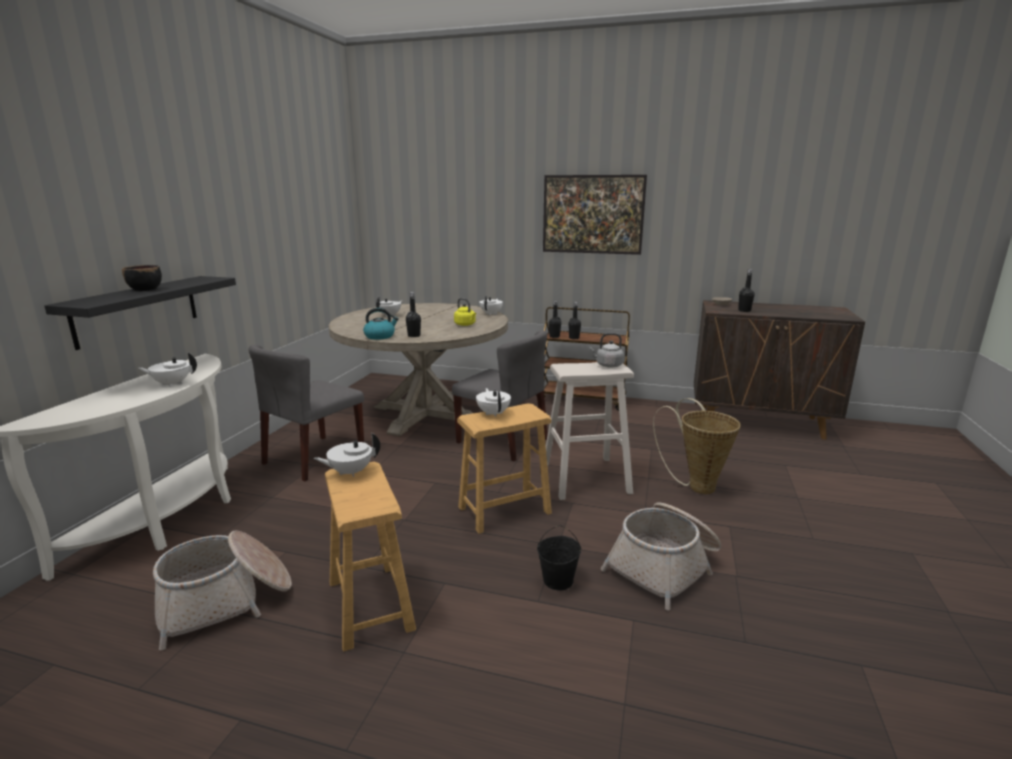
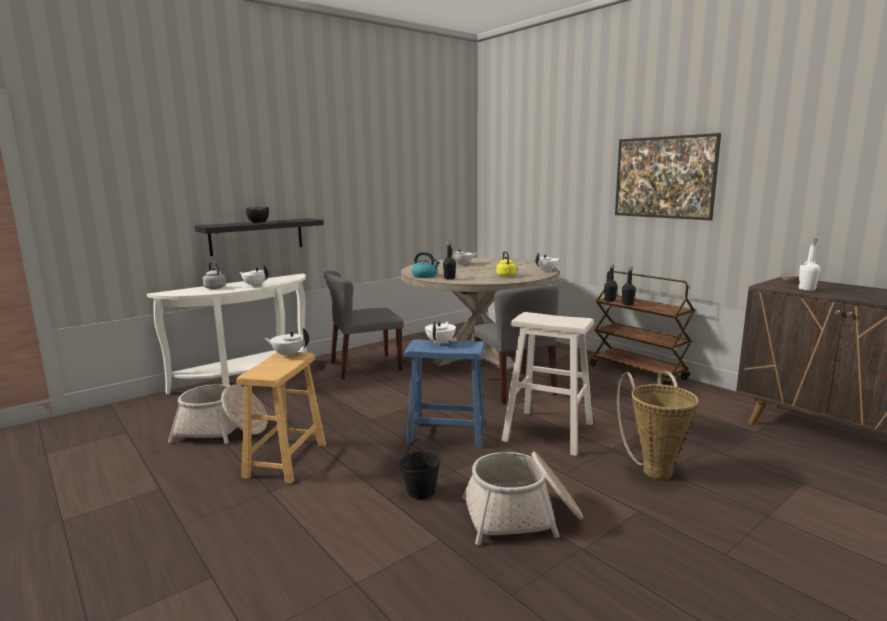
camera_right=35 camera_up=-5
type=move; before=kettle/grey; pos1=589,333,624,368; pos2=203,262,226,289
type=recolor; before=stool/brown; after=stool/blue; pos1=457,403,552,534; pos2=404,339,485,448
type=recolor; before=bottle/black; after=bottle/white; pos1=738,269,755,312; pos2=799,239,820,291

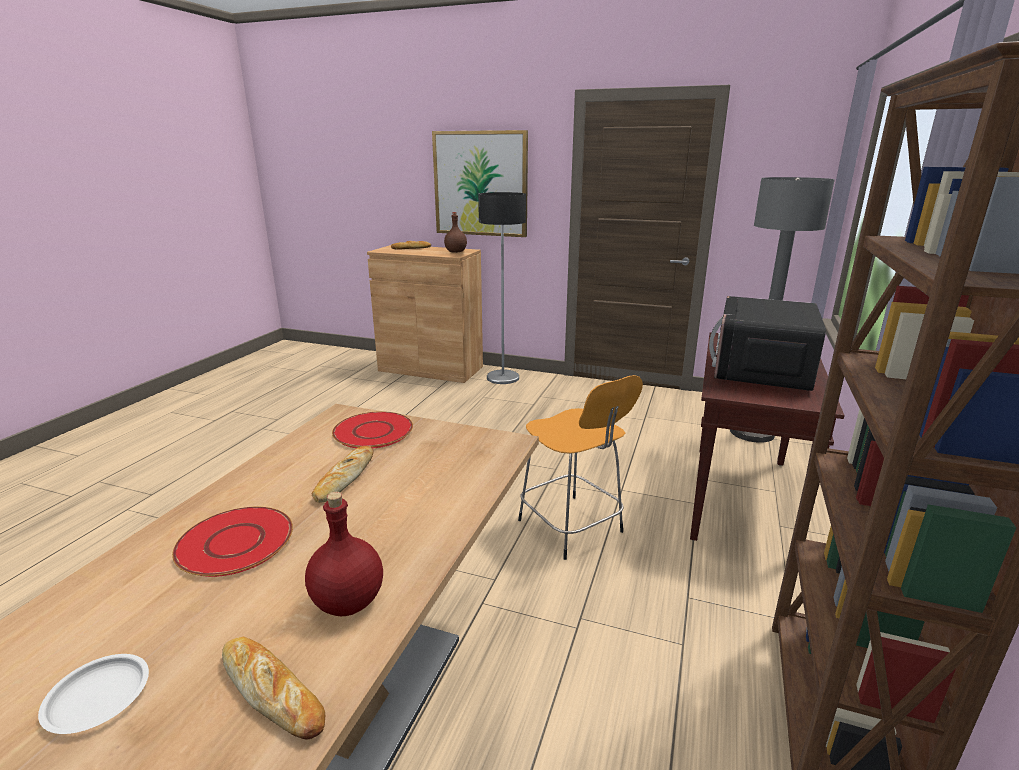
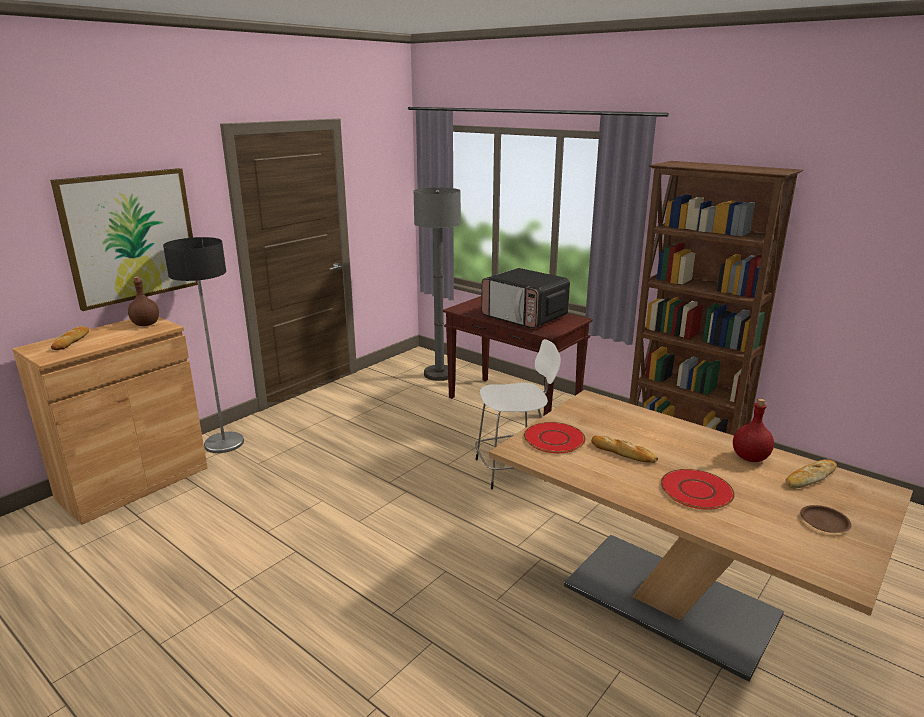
camera_right=-70 camera_up=0
type=recolor; before=stool/orange; after=stool/white; pos1=518,375,643,560; pos2=475,339,561,489
type=recolor; before=plate/white; after=plate/brown; pos1=38,654,149,734; pos2=800,505,851,533

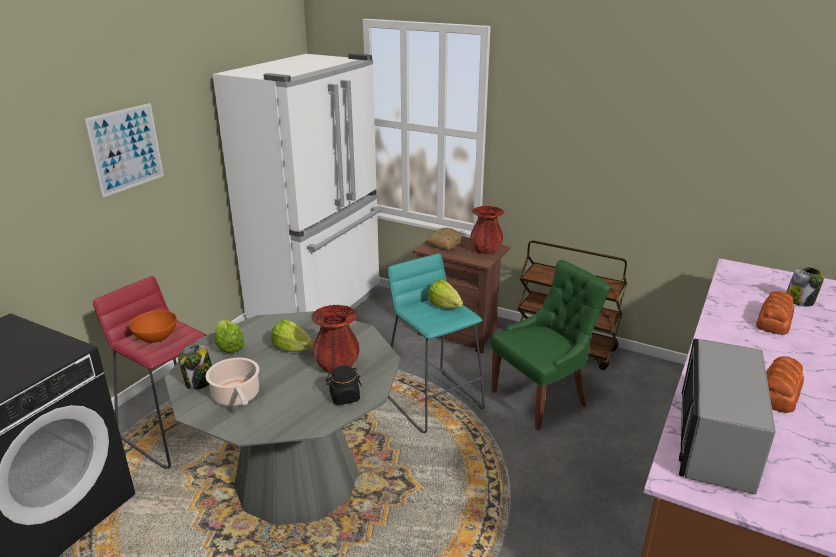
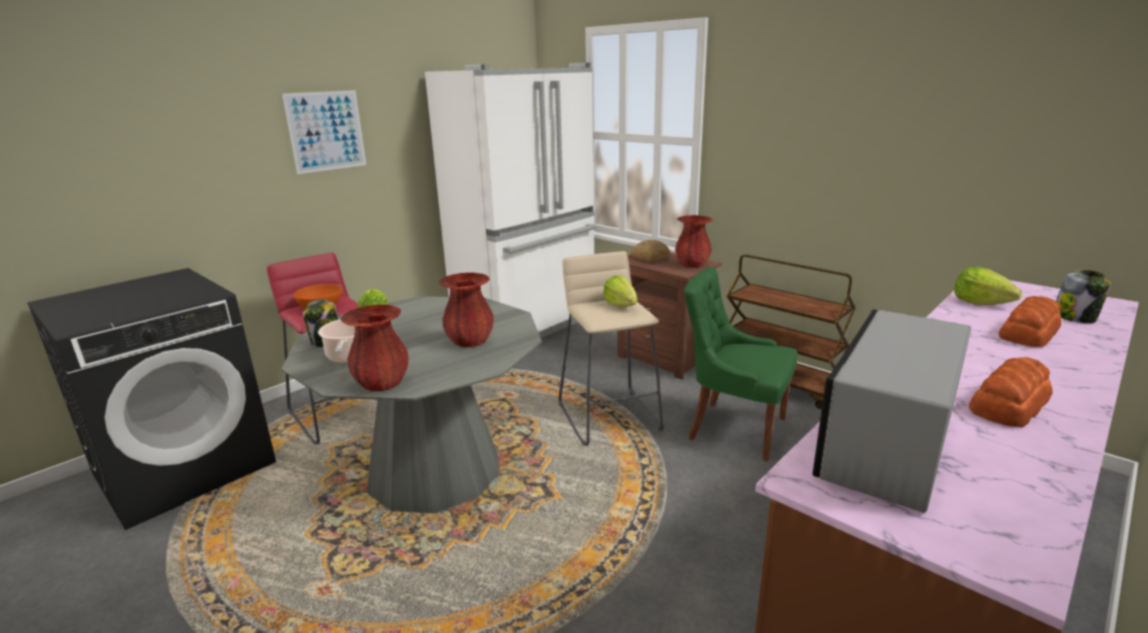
camera_right=15 camera_up=-5
type=insert; after=vase/red; pos2=340,305,409,391
type=recolor; before=stool/turquoise; after=stool/beige; pos1=388,254,485,433; pos2=559,251,663,446
type=rotate; before=chair/green; pos1=491,260,611,431; pos2=684,267,798,462; turn=-135
type=move; before=lettuce; pos1=271,320,314,352; pos2=954,267,1022,305
type=delete; before=jar/black; pos1=325,366,362,405

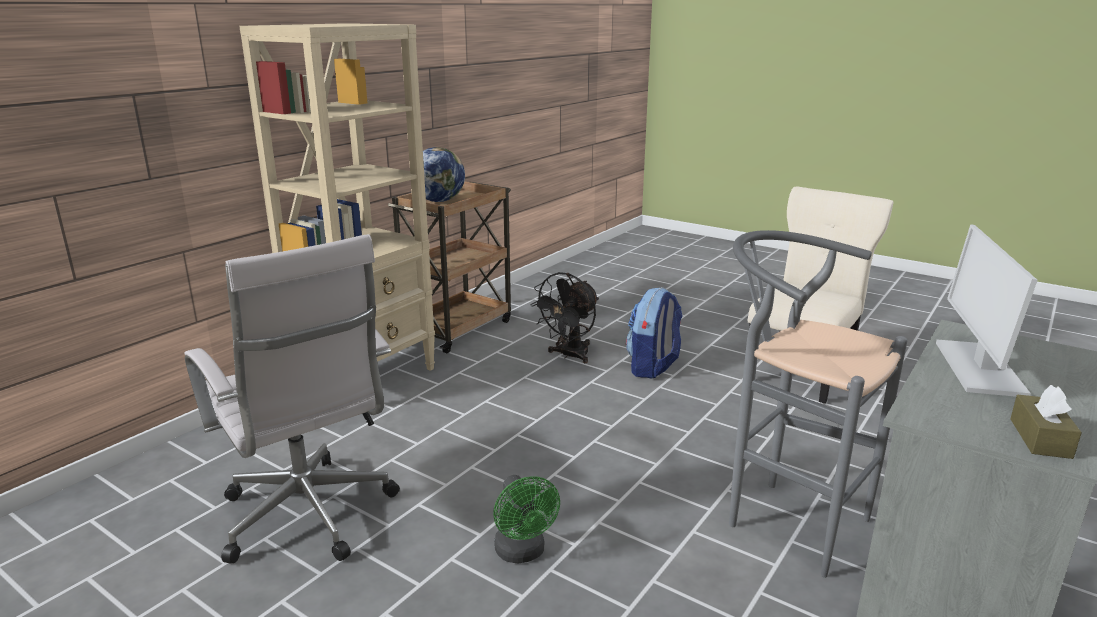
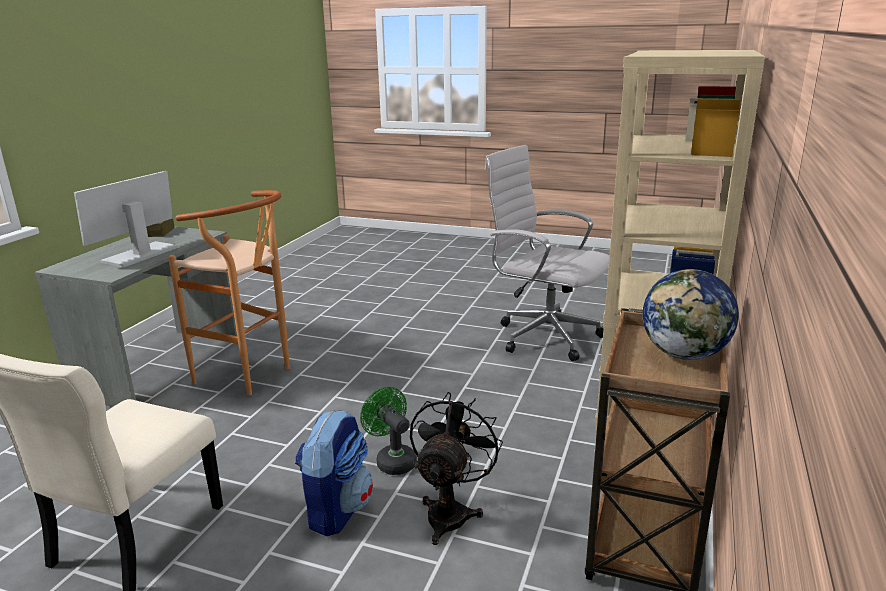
camera_right=165 camera_up=0
type=rotate; before=monitor; pos1=936,224,1038,397; pos2=74,171,179,267; turn=-150
type=recolor; before=stool/grey; after=stool/brown; pos1=729,230,907,578; pos2=168,190,290,396
type=move; before=fan/green; pos1=493,475,560,563; pos2=360,387,417,475

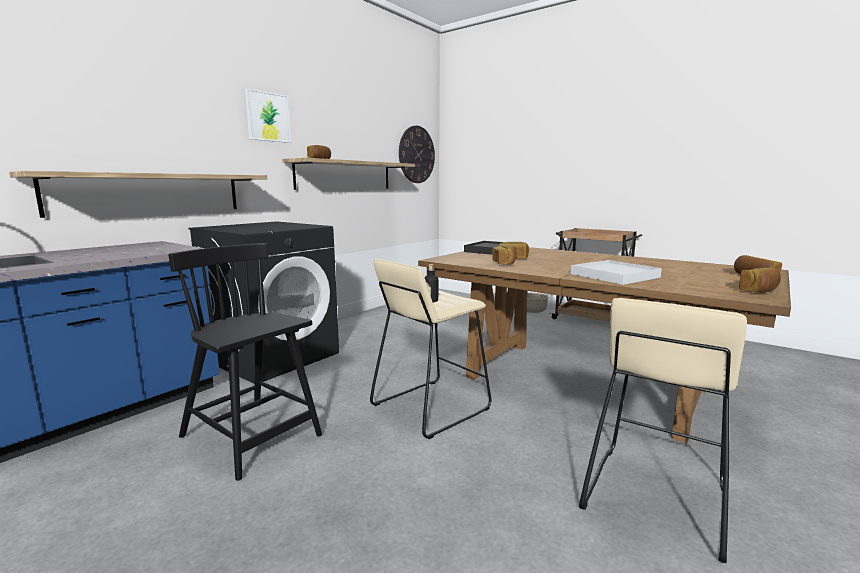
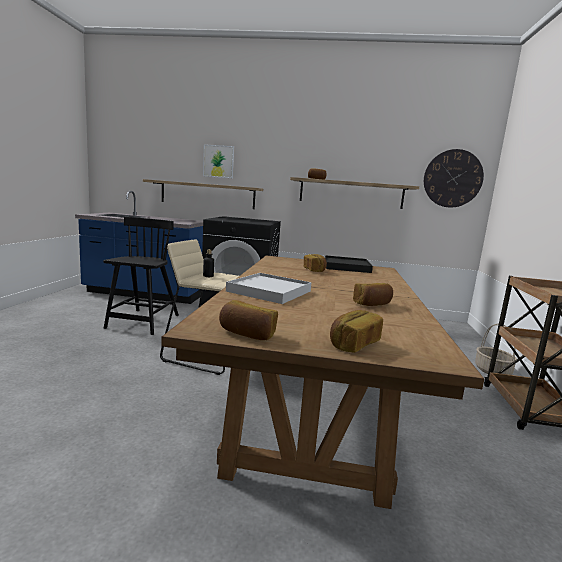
camera_right=60 camera_up=0
type=move; before=picture; pos1=245,88,291,143; pos2=203,144,234,178
type=move; before=bread; pos1=492,245,516,265; pos2=353,283,393,306
type=delete; before=stool/beige; pos1=579,298,747,563

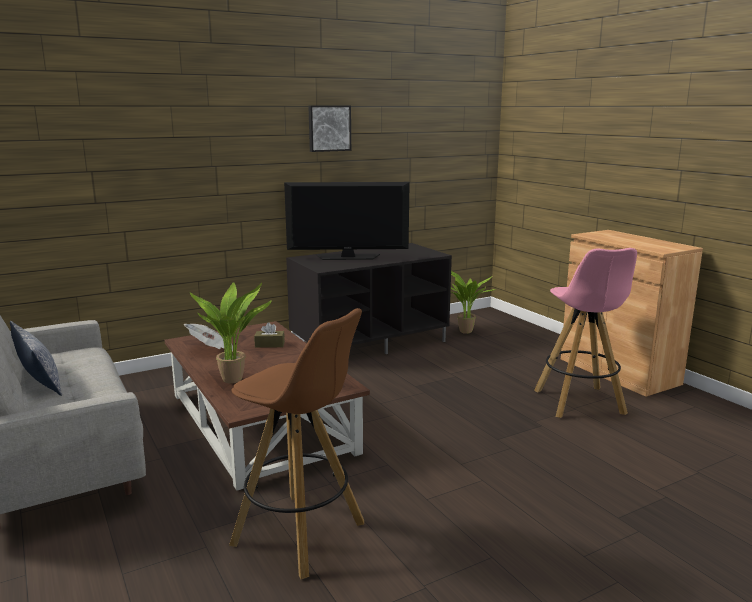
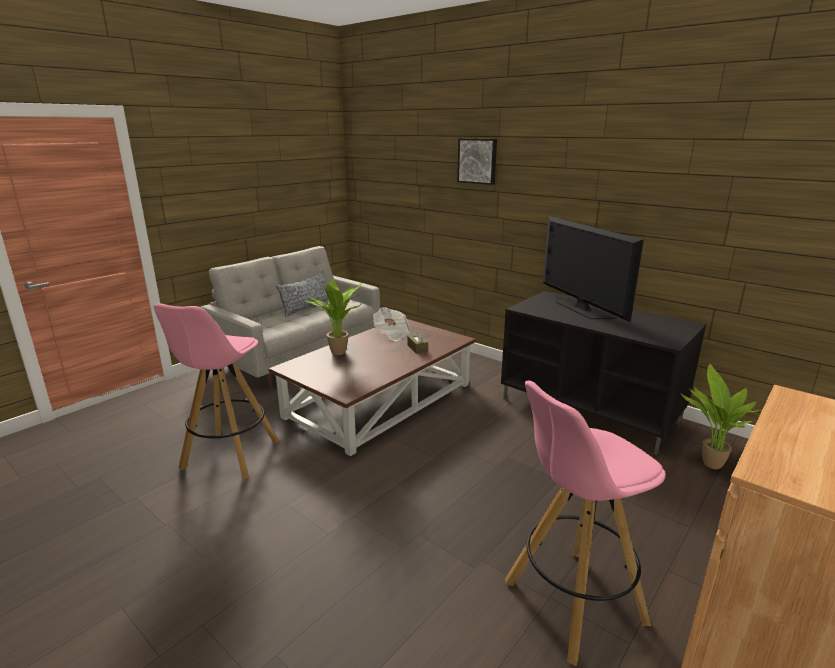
camera_right=70 camera_up=5
type=recolor; before=stool/brown; after=stool/pink; pos1=229,308,364,579; pos2=154,303,279,479
type=move; before=picture; pos1=308,105,351,152; pos2=457,138,497,185

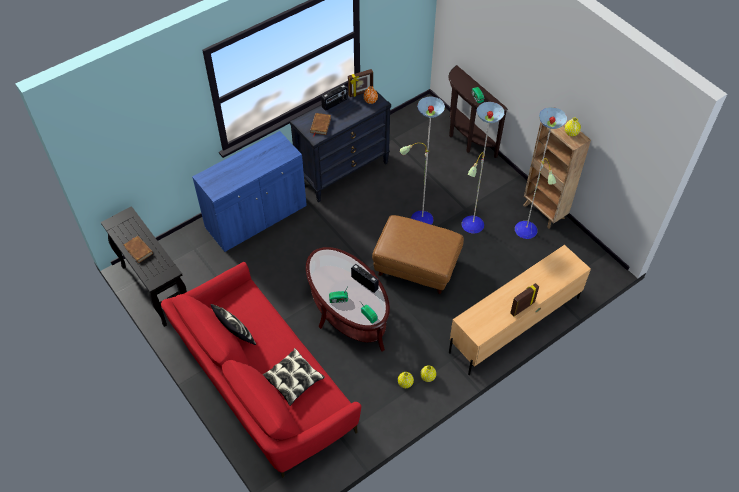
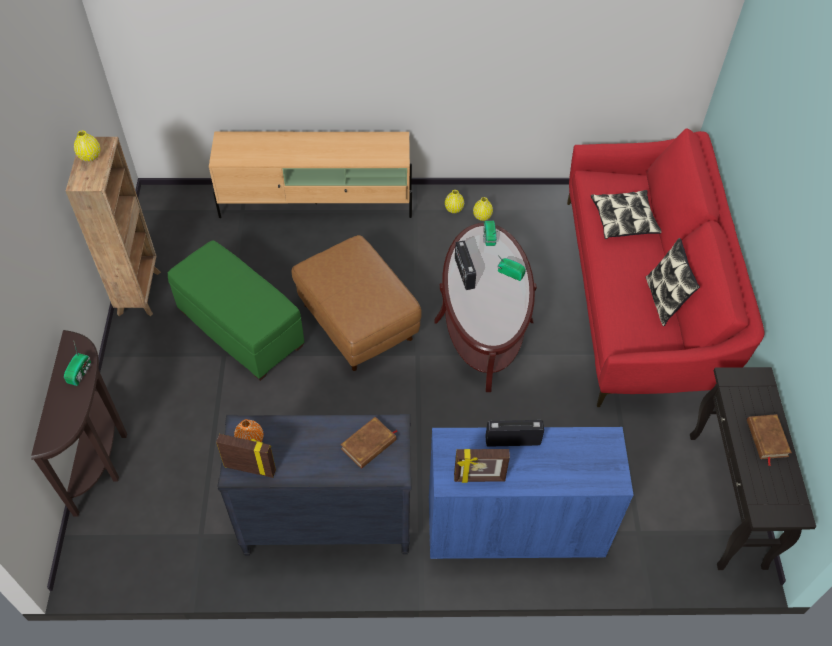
camera_right=-145 camera_up=0
type=replace; before=floor lamp; after=ottoman/green; pos1=400,96,567,239; pos2=168,240,304,381
type=move; before=picture frame; pos1=510,283,539,317; pos2=454,449,510,483
type=move; before=radio; pos1=321,84,348,111; pos2=485,420,544,447

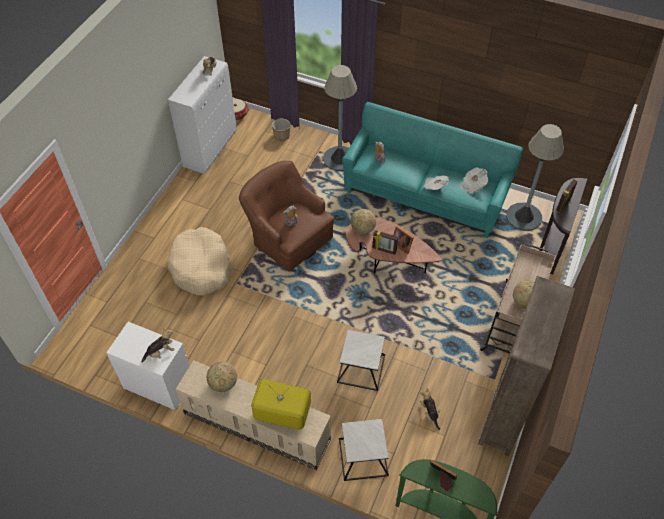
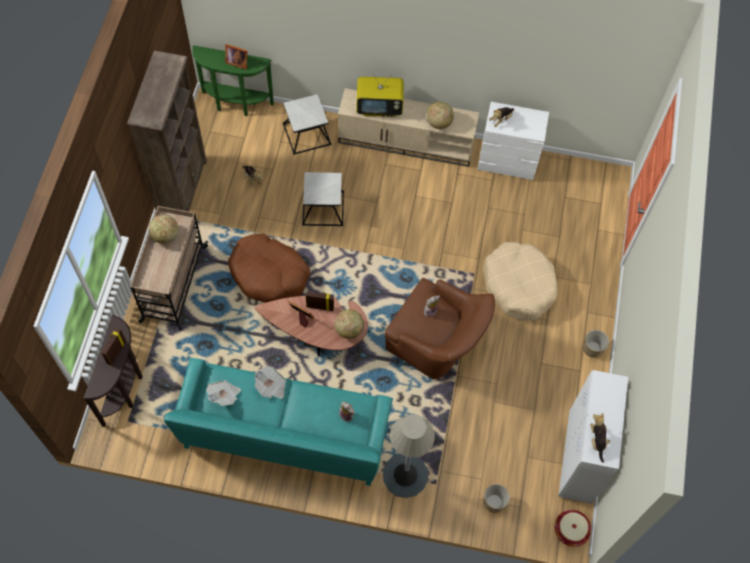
camera_right=165 camera_up=10
type=insert; after=dog bed/brown; pos2=228,234,310,303
type=insert; after=planter; pos2=583,330,609,358
type=delete; before=floor lamp/grey; pos1=506,124,564,231

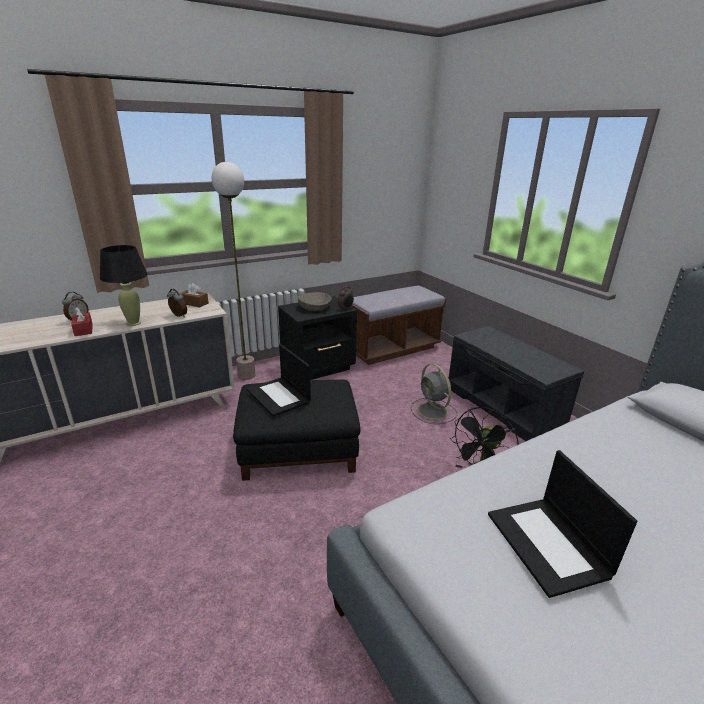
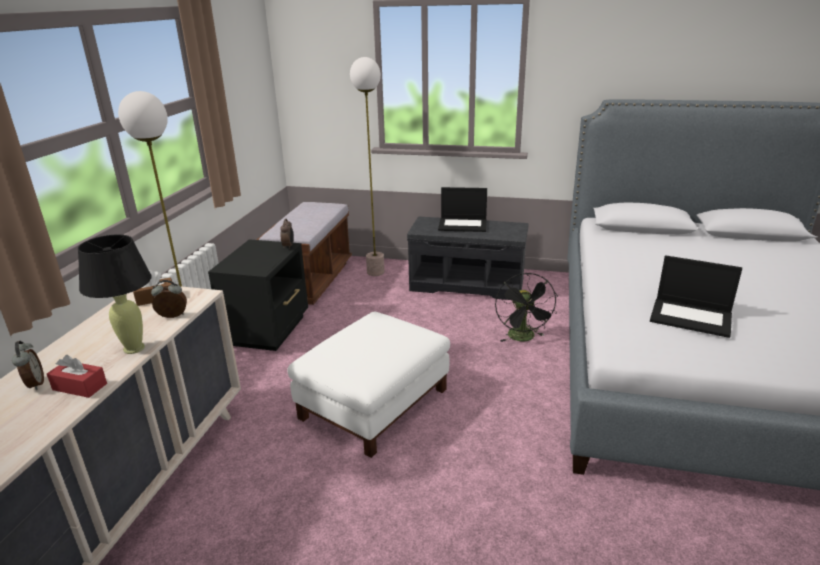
camera_right=-45 camera_up=0
type=recolor; before=ottoman/black; after=ottoman/white; pos1=233,380,361,481; pos2=287,311,450,458
type=insert; after=floor lamp; pos2=350,57,385,276
type=move; before=laptop; pos1=247,344,311,417; pos2=438,187,487,232
type=delete; before=bowl/beige; pos1=298,292,332,311
type=delete; before=fan/grey; pos1=411,364,457,424

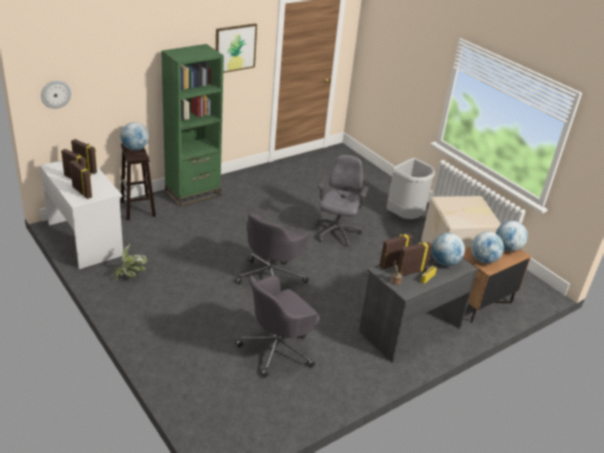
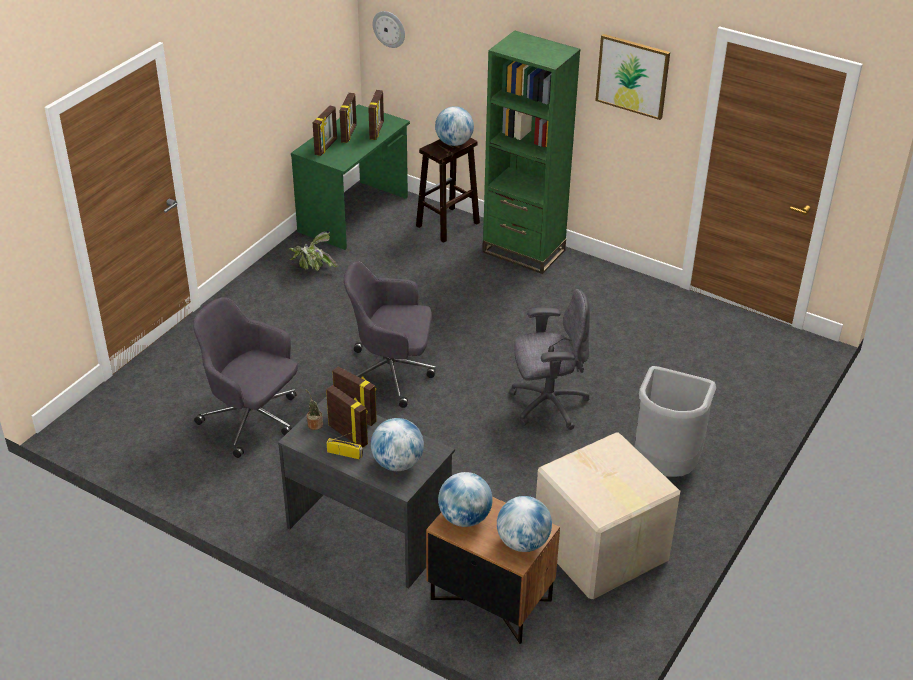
camera_right=70 camera_up=5
type=recolor; before=desk/white; after=desk/green; pos1=40,160,123,269; pos2=291,104,410,250

